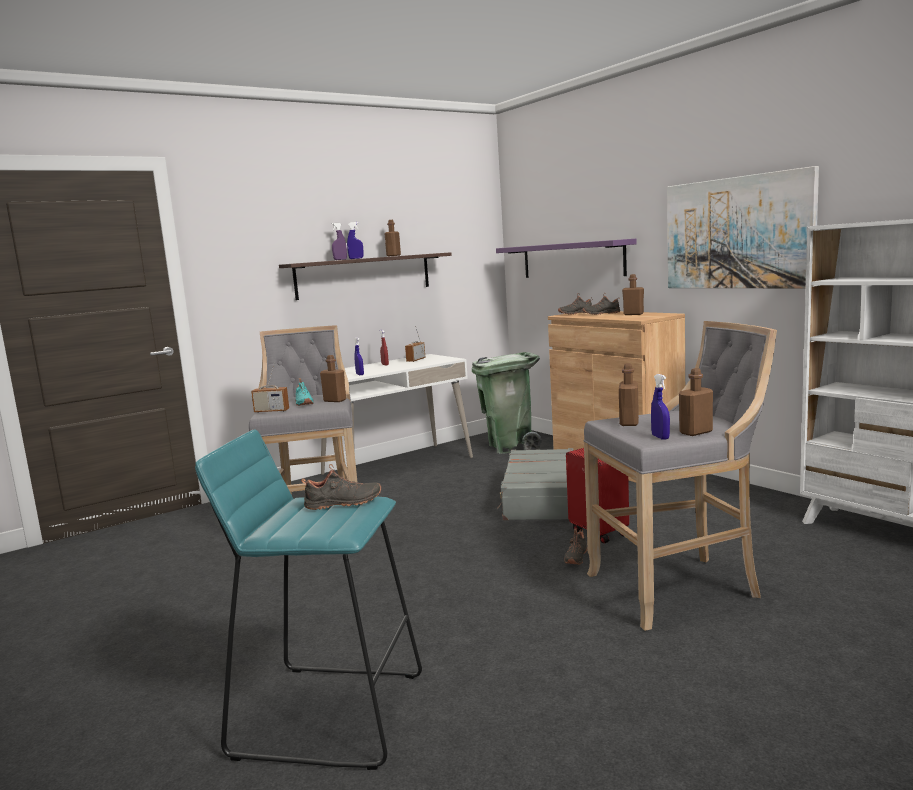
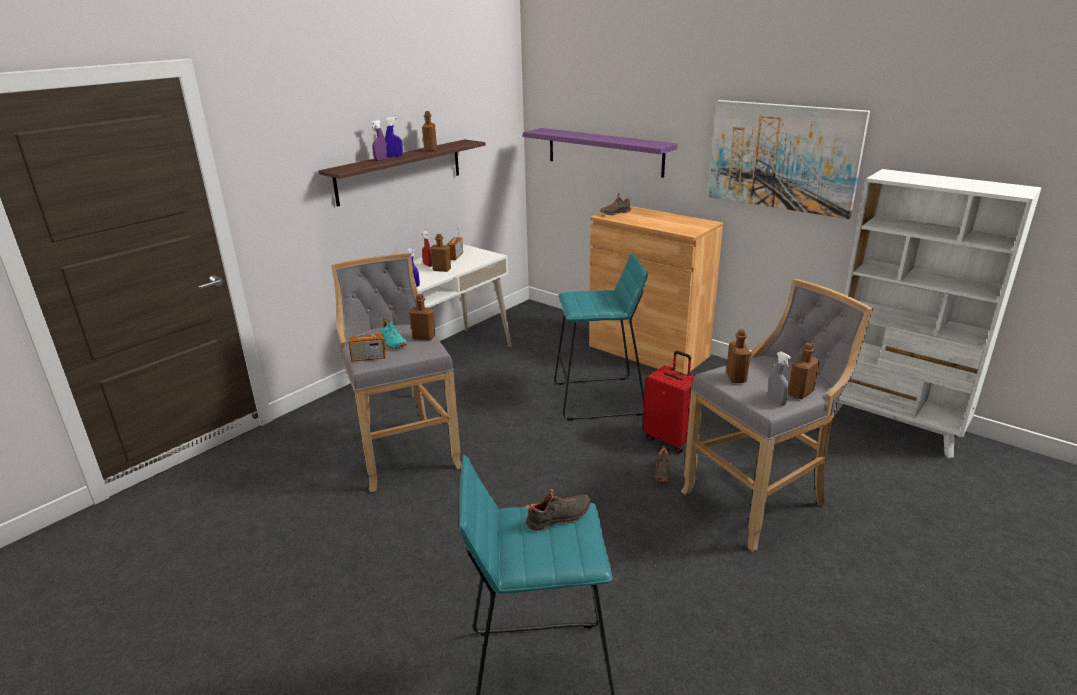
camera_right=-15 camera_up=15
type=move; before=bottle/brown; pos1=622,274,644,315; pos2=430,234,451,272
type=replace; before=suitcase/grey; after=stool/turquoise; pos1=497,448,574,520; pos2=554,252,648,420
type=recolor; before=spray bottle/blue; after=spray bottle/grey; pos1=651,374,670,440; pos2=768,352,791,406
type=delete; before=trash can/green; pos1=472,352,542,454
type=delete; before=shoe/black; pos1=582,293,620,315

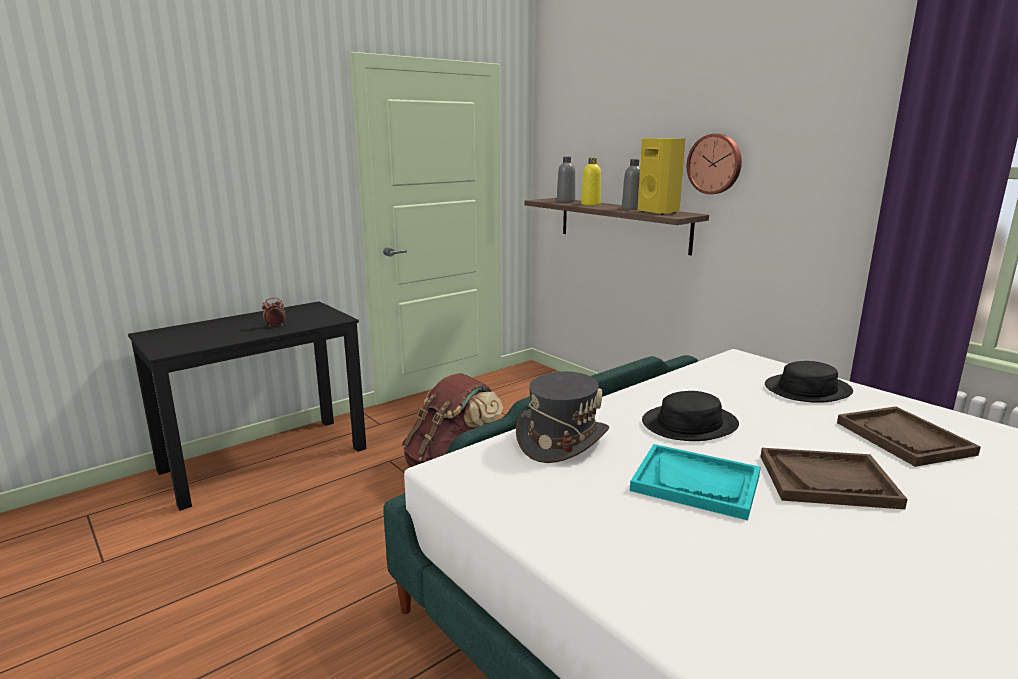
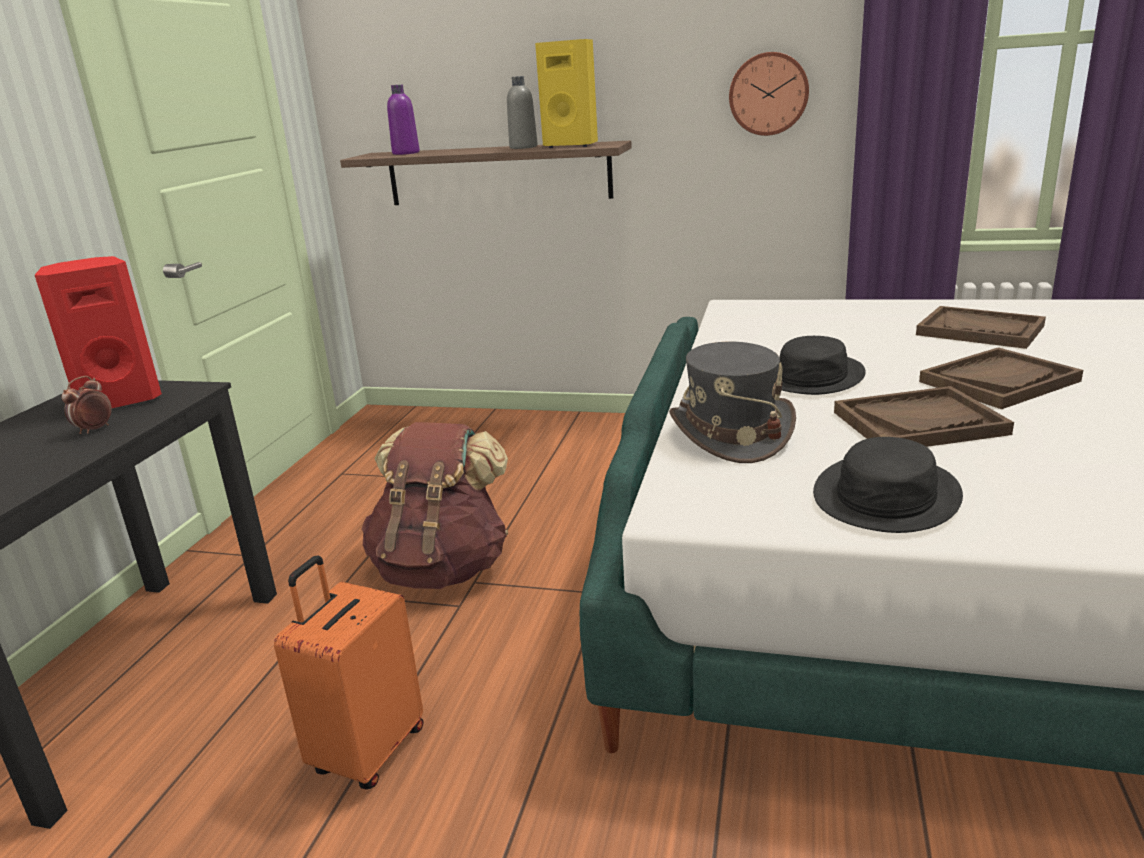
camera_right=-35 camera_up=5
type=insert; after=speaker/red; pos2=35,256,162,408
type=insert; after=suitcase/orange; pos2=274,555,423,789
type=recolor; before=bottle/grey; after=bottle/purple; pos1=557,157,575,203; pos2=387,84,420,155
type=move; before=wall clock; pos1=687,134,742,194; pos2=729,52,809,136
type=move; before=hat/black; pos1=765,361,853,403; pos2=813,437,963,533
type=recolor; before=tray/turquoise; after=tray/brown; pos1=630,444,761,520; pos2=834,386,1014,447
type=delete; before=bottle/yellow; pos1=581,158,601,206

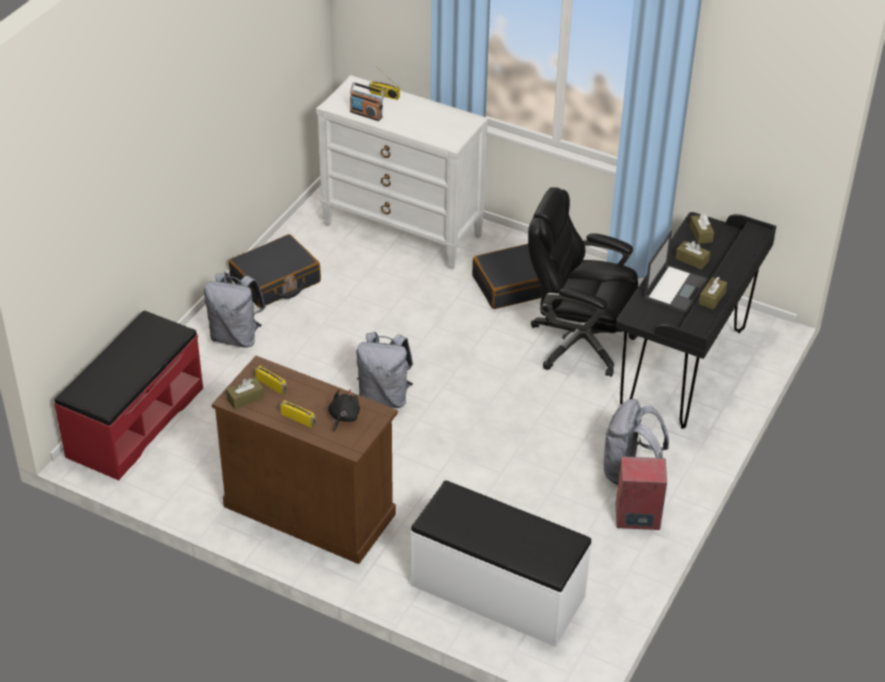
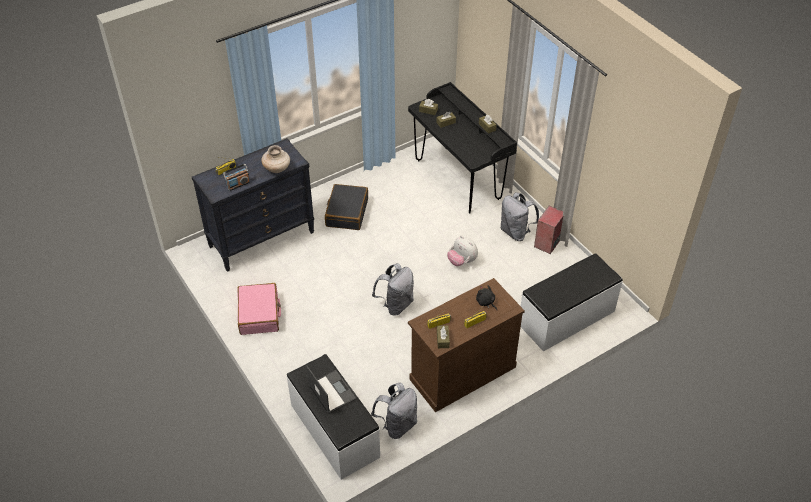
camera_right=-60 camera_up=5
type=recolor; before=dresser/white; after=dresser/black; pos1=316,75,489,270; pos2=192,138,314,272
type=recolor; before=suitcase/black; after=suitcase/pink; pos1=228,234,321,308; pos2=237,283,281,335
type=insert; after=vase/beige; pos2=261,145,290,173
type=recolor; before=bench/red; after=bench/white; pos1=54,310,203,480; pos2=287,354,380,480
type=move; before=laptop; pos1=644,231,708,313; pos2=306,366,357,414
type=move; before=backpack/grey; pos1=204,272,266,348; pos2=371,382,417,439
type=insert; after=plush toy; pos2=447,236,478,266
type=delete; before=office chair/black; pos1=528,187,638,377

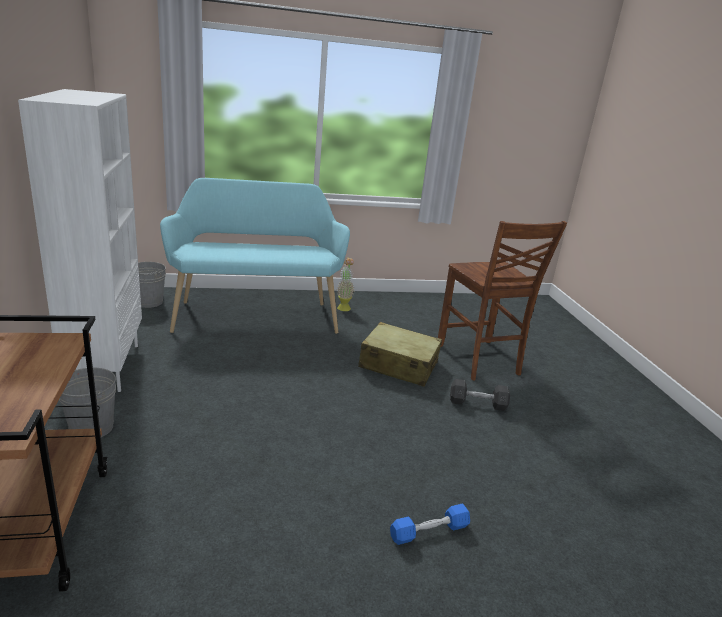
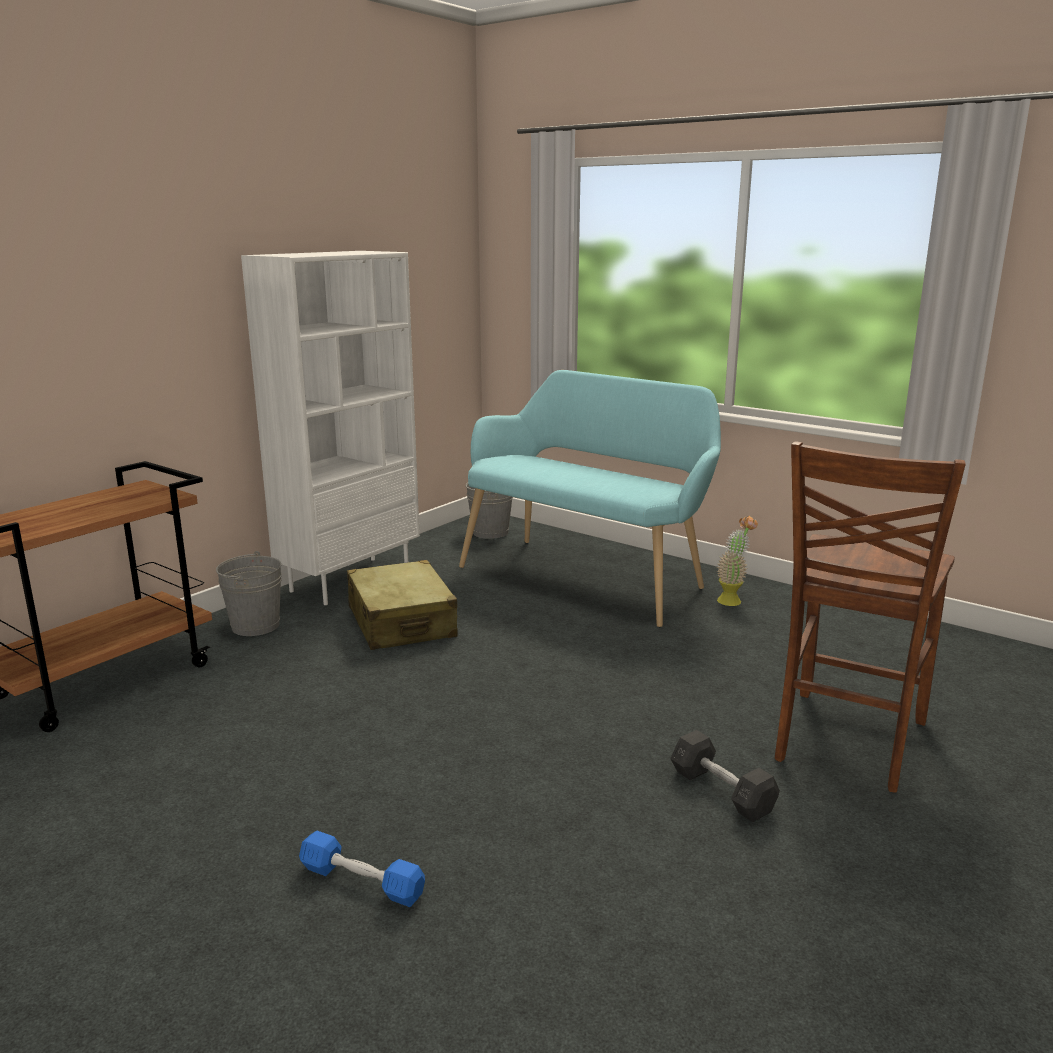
camera_right=50 camera_up=-5
type=move; before=suitcase/beige; pos1=358,322,442,387; pos2=347,560,457,650

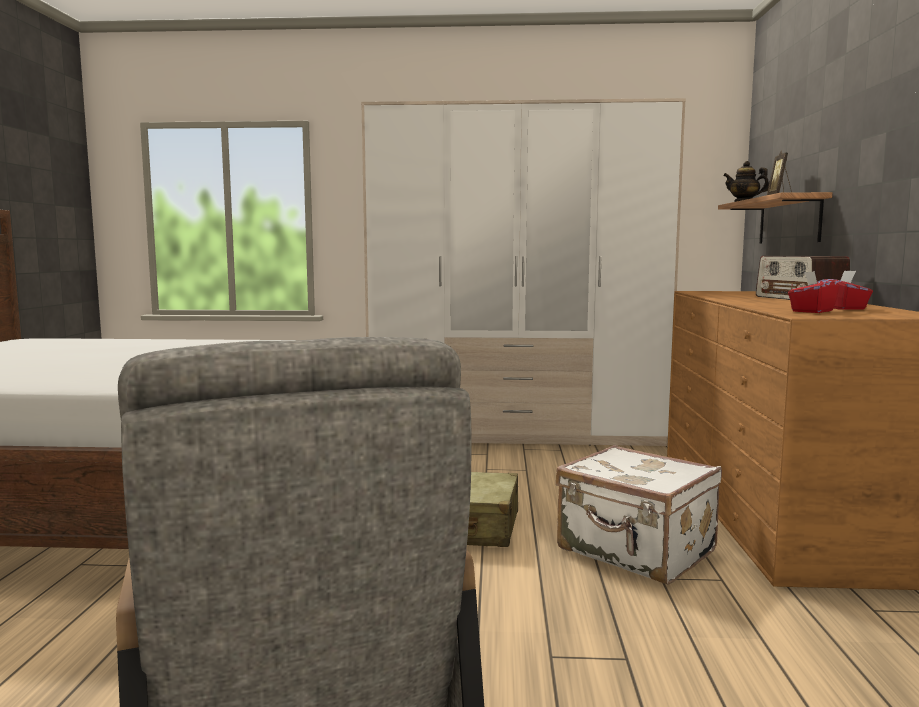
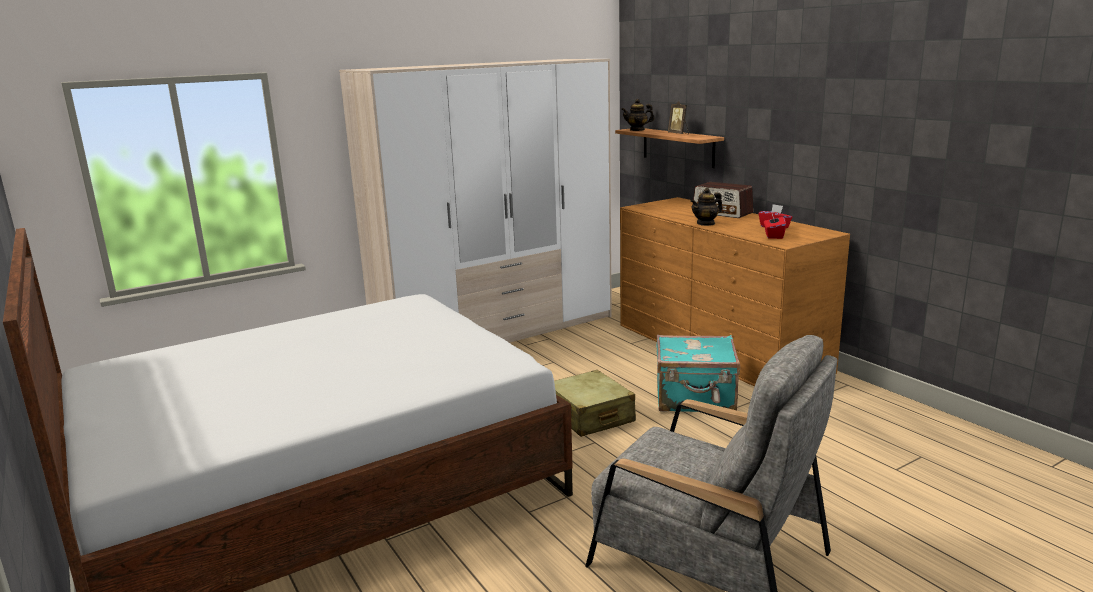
camera_right=-35 camera_up=10
type=recolor; before=suitcase/white; after=suitcase/turquoise; pos1=556,445,722,585; pos2=657,335,740,412
type=insert; after=teapot; pos2=690,188,723,226

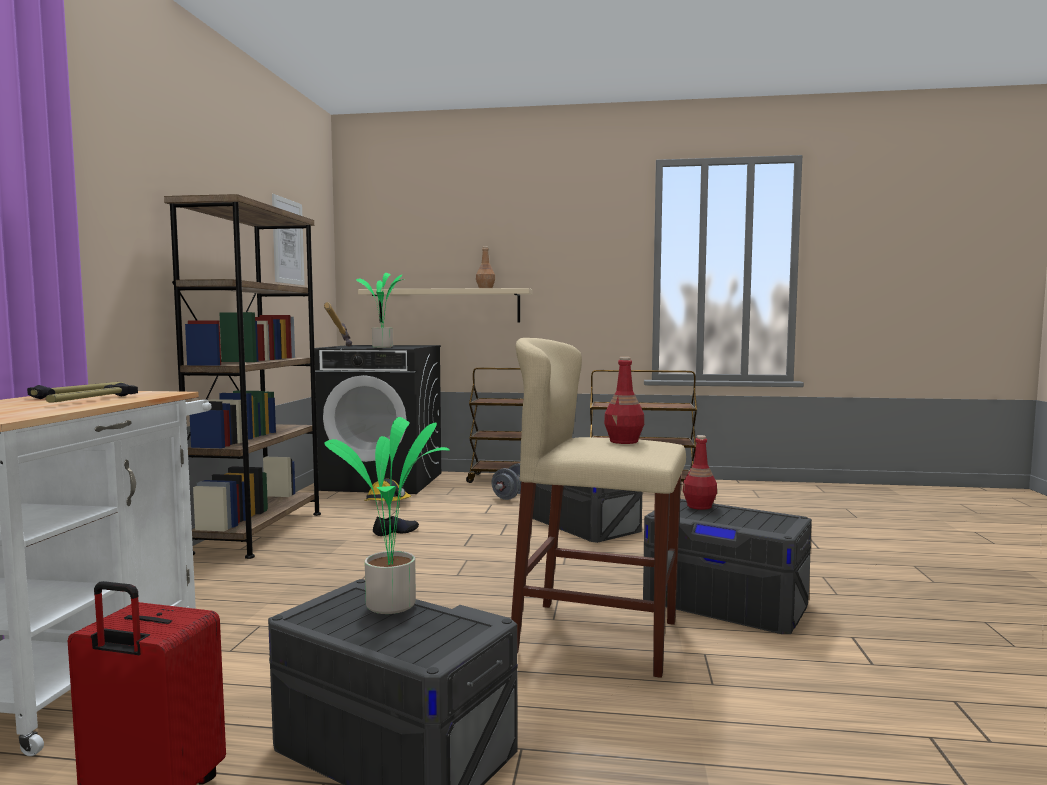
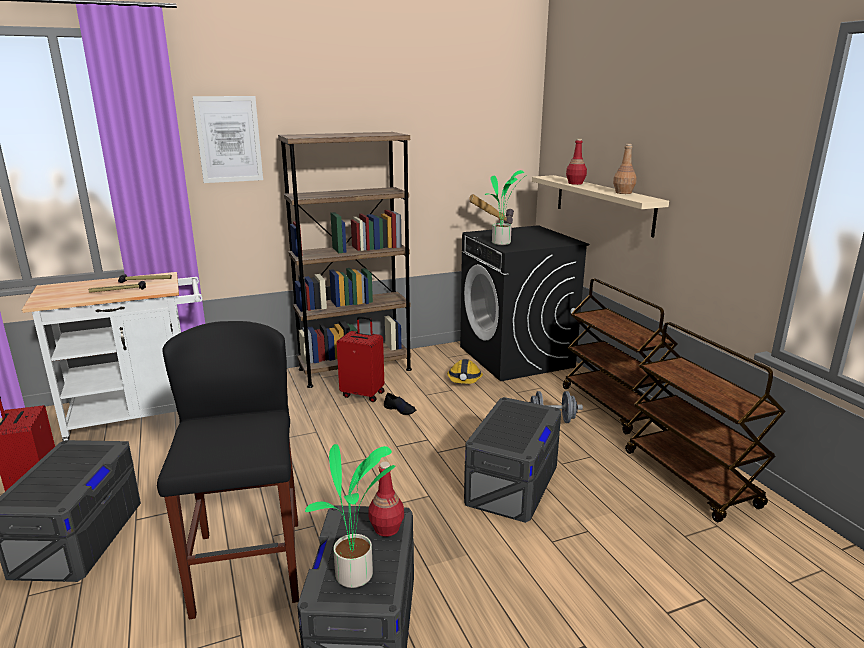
camera_right=60 camera_up=15
type=recolor; before=stool/beige; after=stool/black; pos1=511,338,686,678; pos2=157,321,299,619
type=move; before=picture; pos1=272,194,305,285; pos2=193,96,263,183
type=move; before=potted plant; pos1=325,417,450,614; pos2=305,444,396,588
type=insert; after=suitcase/red; pos2=337,316,385,402
type=move; before=bottle/red; pos1=604,357,644,444; pos2=566,139,587,185

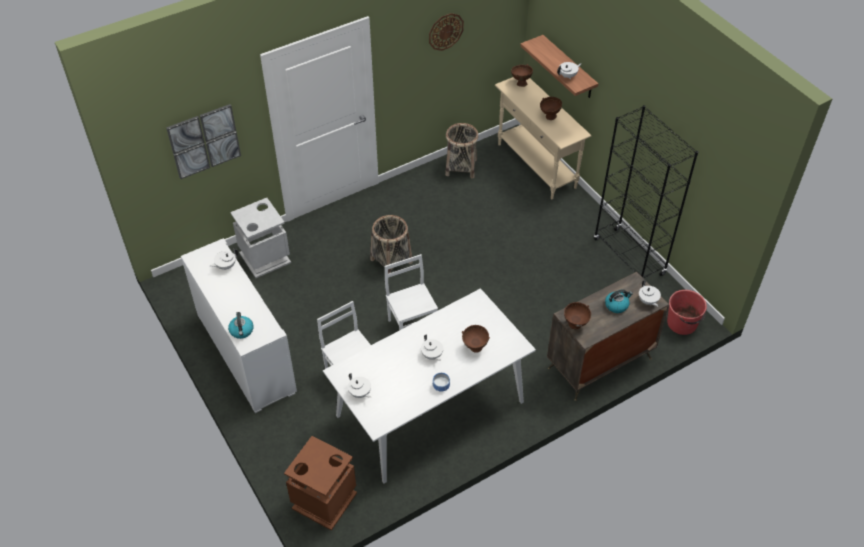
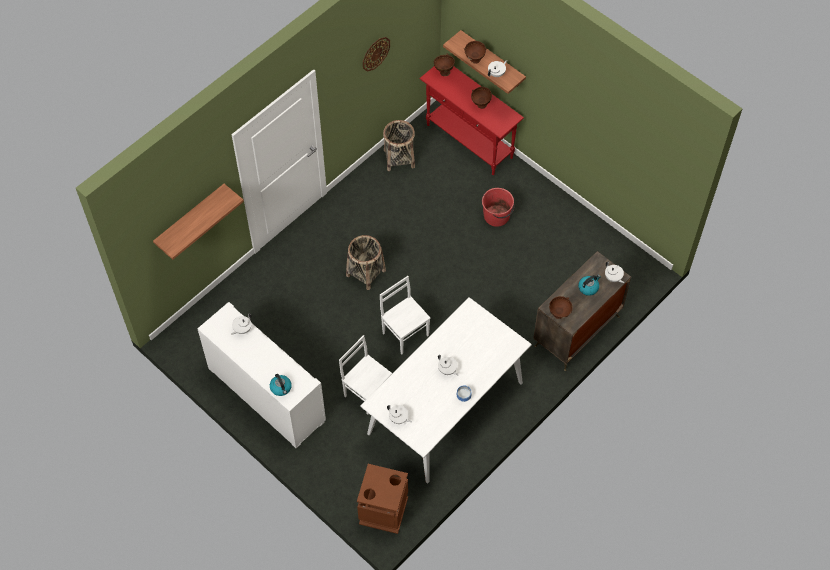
camera_right=-15 camera_up=10
type=replace; before=picture; after=shelf; pos1=166,104,241,179; pos2=153,184,244,260
type=recolor; before=console table/beige; after=console table/red; pos1=495,77,592,199; pos2=419,66,524,175
type=move; before=bowl/brown; pos1=462,325,490,353; pos2=464,41,487,63
type=move; before=bucket/red; pos1=667,290,707,335; pos2=482,188,514,227
type=delete; before=trash can/grey; pos1=230,198,291,278
type=delete; before=bookcase/black; pos1=594,105,698,278

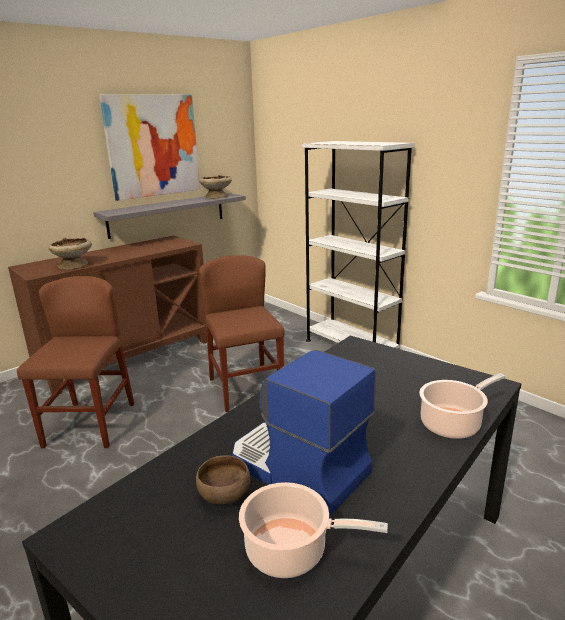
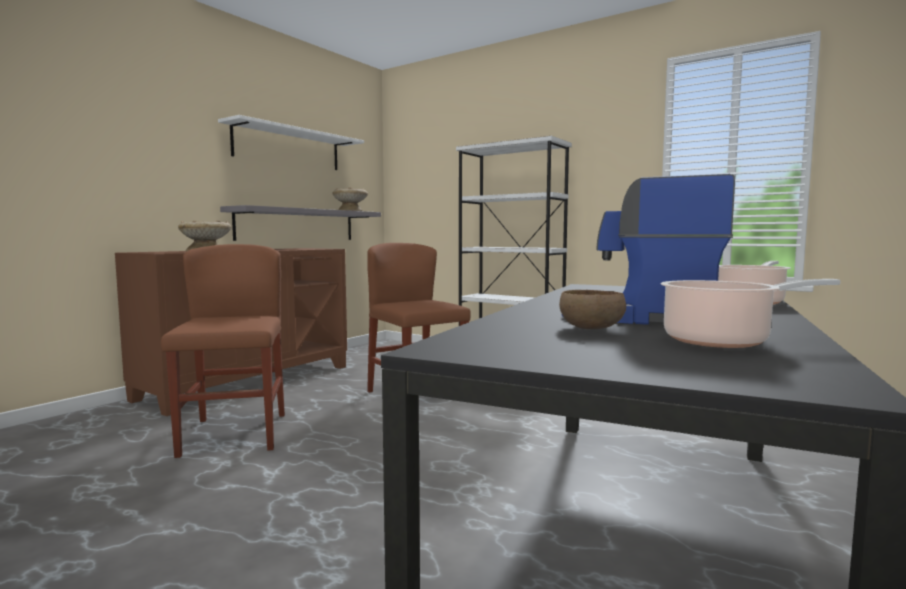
camera_right=-15 camera_up=-15
type=replace; before=picture; after=shelf/white; pos1=99,94,200,201; pos2=218,115,364,170

